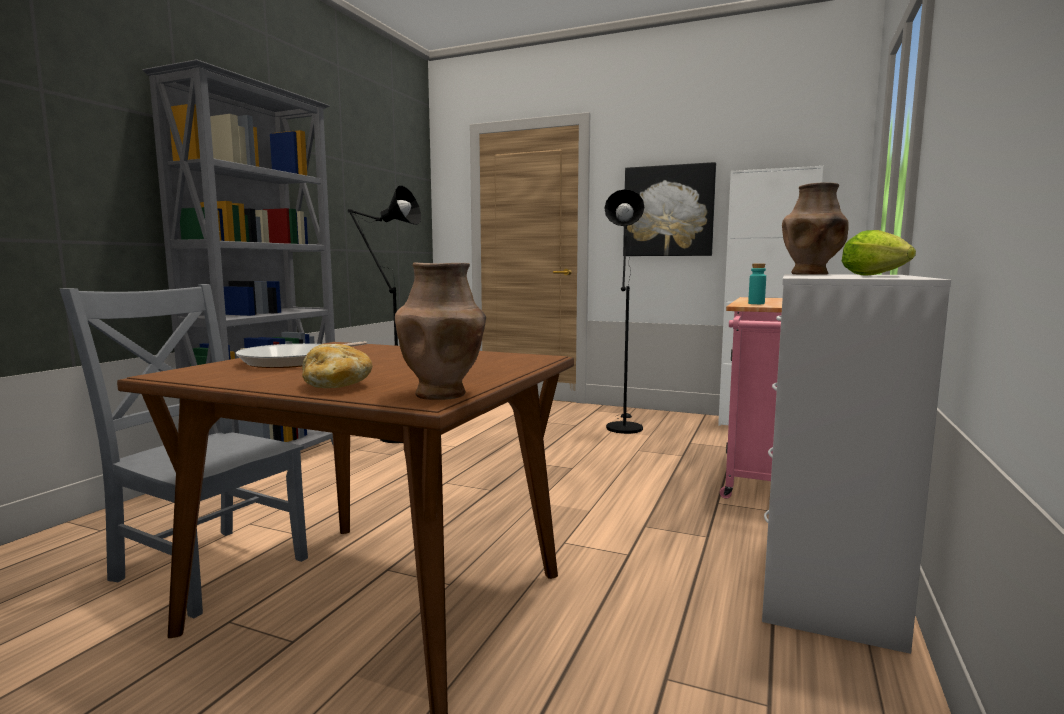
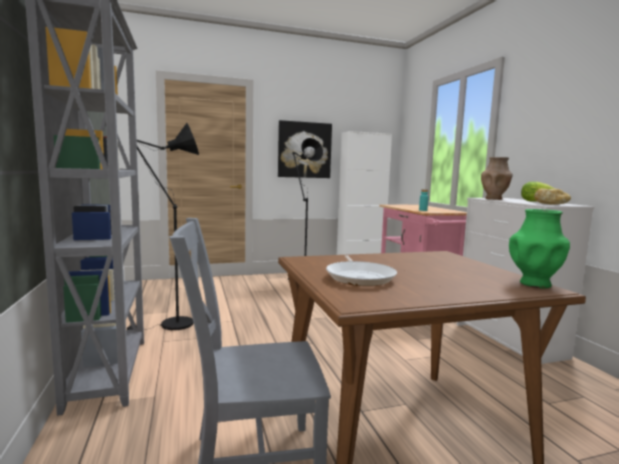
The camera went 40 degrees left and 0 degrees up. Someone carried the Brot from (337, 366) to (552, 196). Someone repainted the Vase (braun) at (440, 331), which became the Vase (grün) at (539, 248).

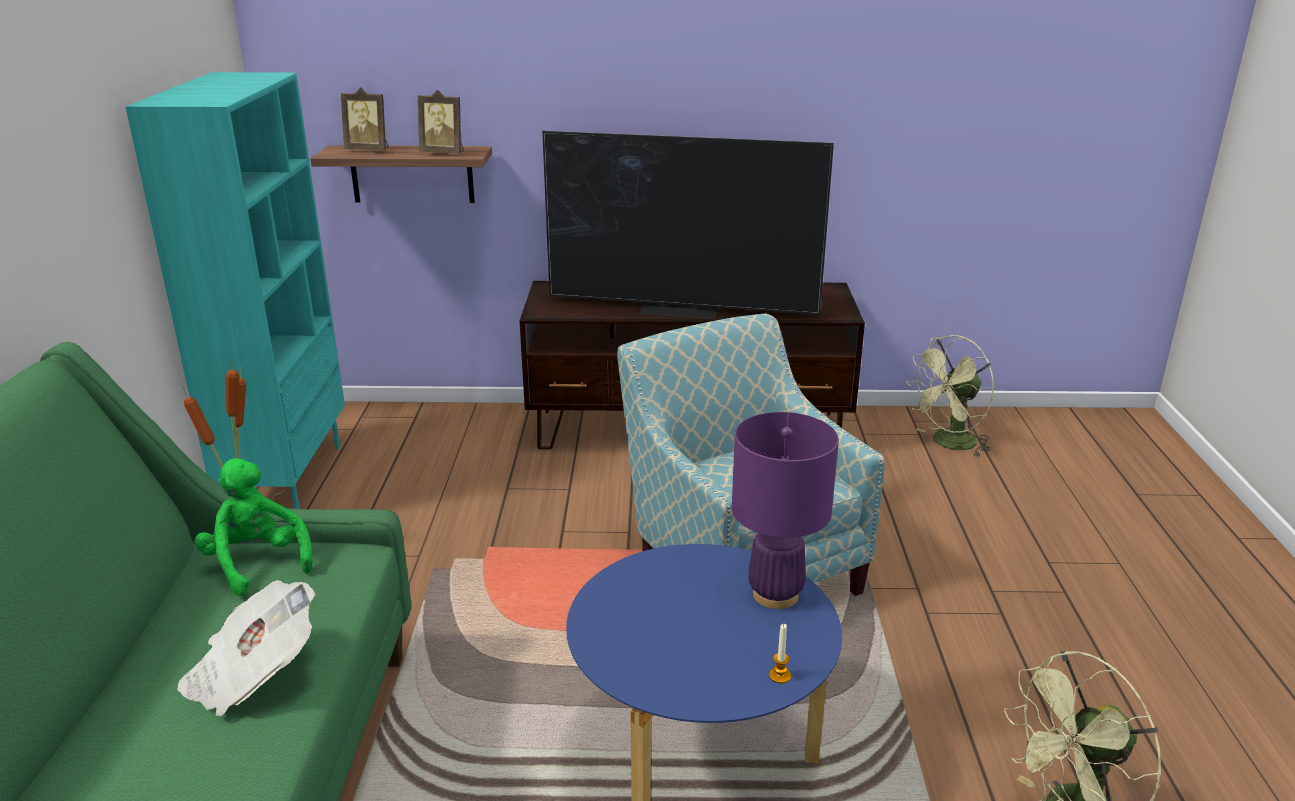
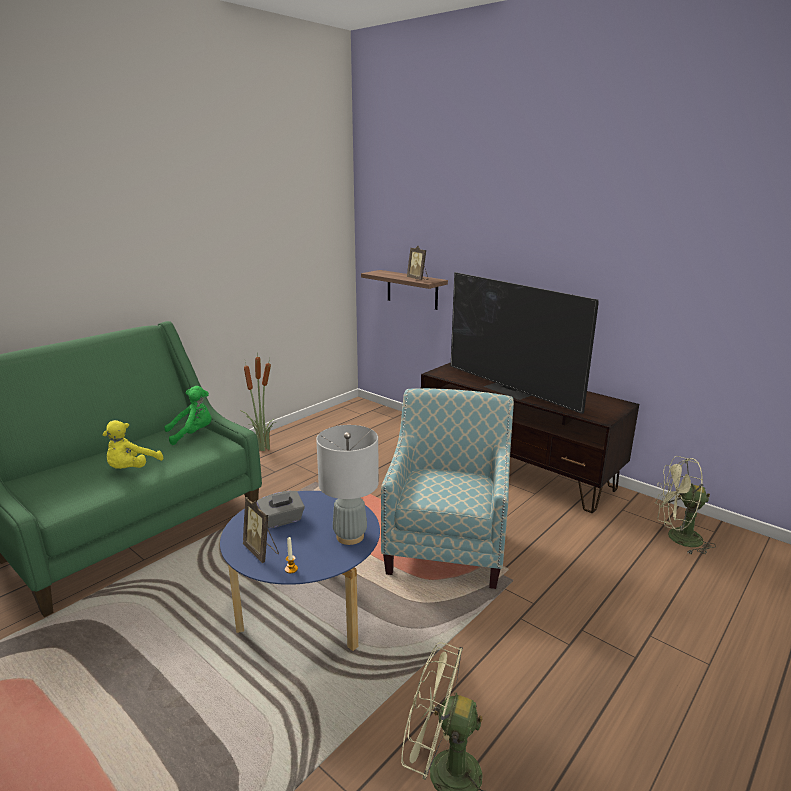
The camera went 40 degrees right and 5 degrees down. Someone took away the Bücherregal (türkis) at (235, 290). Someone swapped the Zeitung at (246, 648) for the Plüschtier (gelb) at (132, 444). Someone rotated the Plüschtier (grün) at (253, 527) by 60 degrees clockwise. Someone carried the Bilderrahmen from (364, 118) to (261, 530). Someone repainted the Tischlampe (lila) at (785, 510), which became the Tischlampe (grau) at (347, 485). Someone put down the Taschentuchbox (grau) at (281, 510).

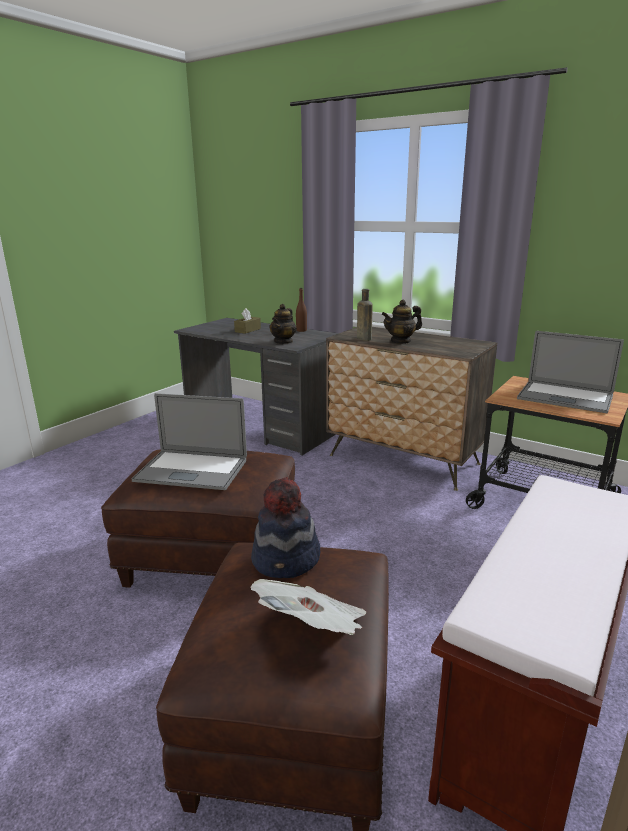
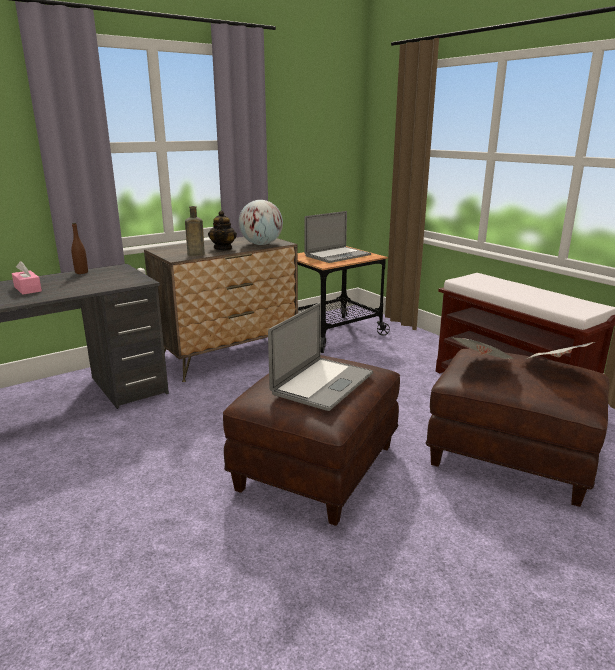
The camera went 70 degrees left and 0 degrees up. Someone repainted the Taschentuchbox (braun) at (247, 321), which became the Taschentuchbox (rosa) at (27, 278). Someone swapped the Hut at (285, 527) for the Zeitung at (482, 348). Someone took away the Teekanne at (283, 324). Someone put down the Globus at (261, 222).

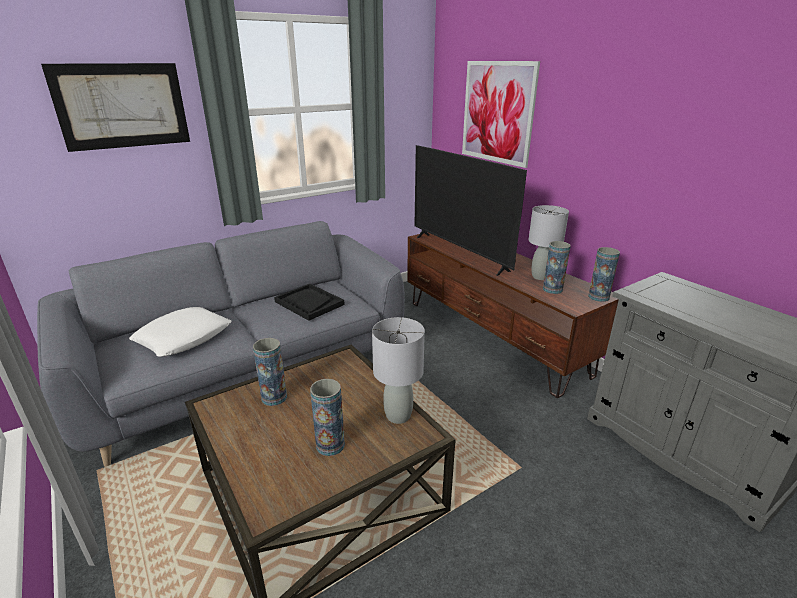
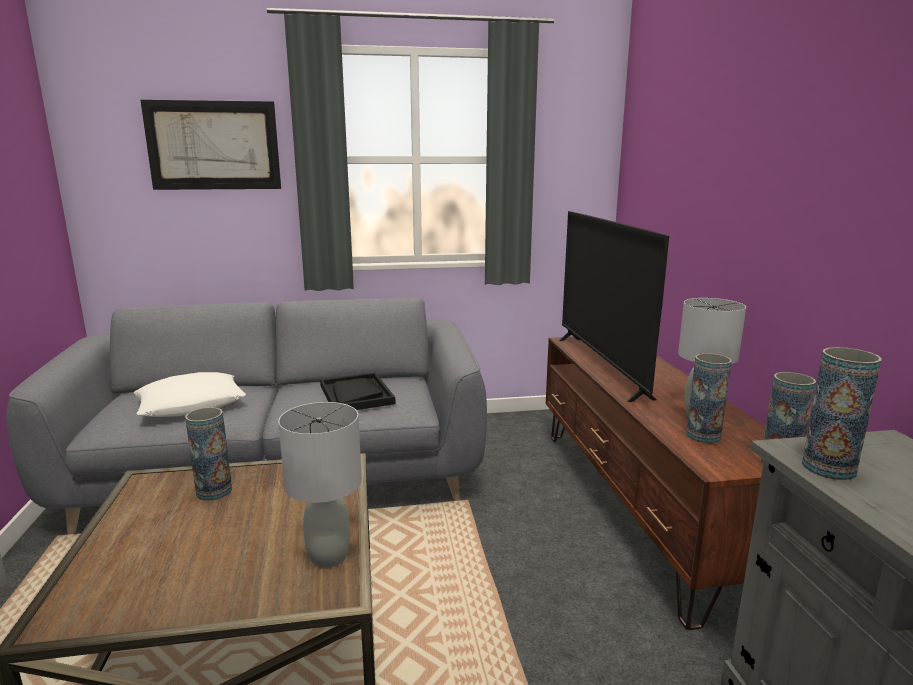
The camera went 25 degrees right and 10 degrees down. Someone carried the Vase from (327, 417) to (842, 413). Someone took away the Bild at (501, 114).

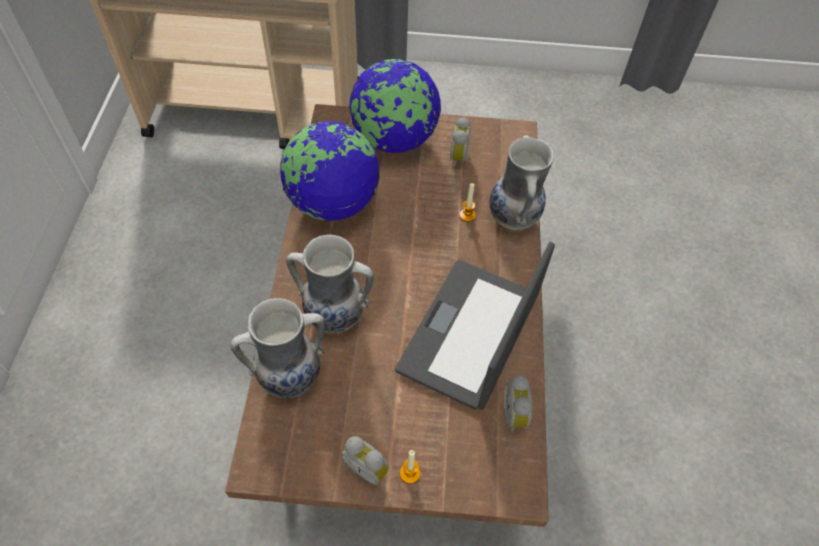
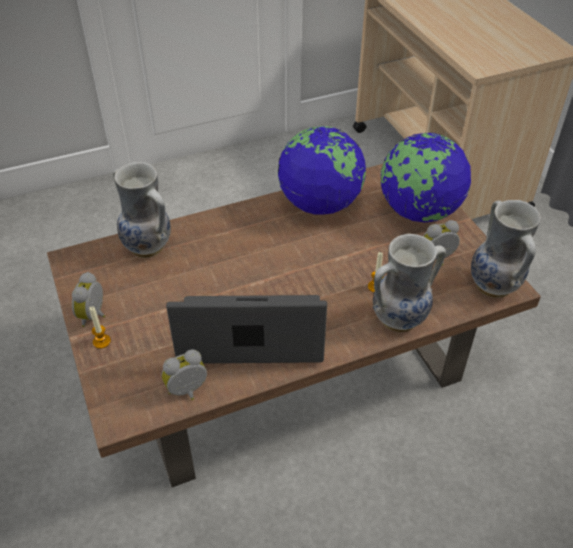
The camera went 65 degrees right and 10 degrees down. Someone carried the Vase from (330, 284) to (506, 249).

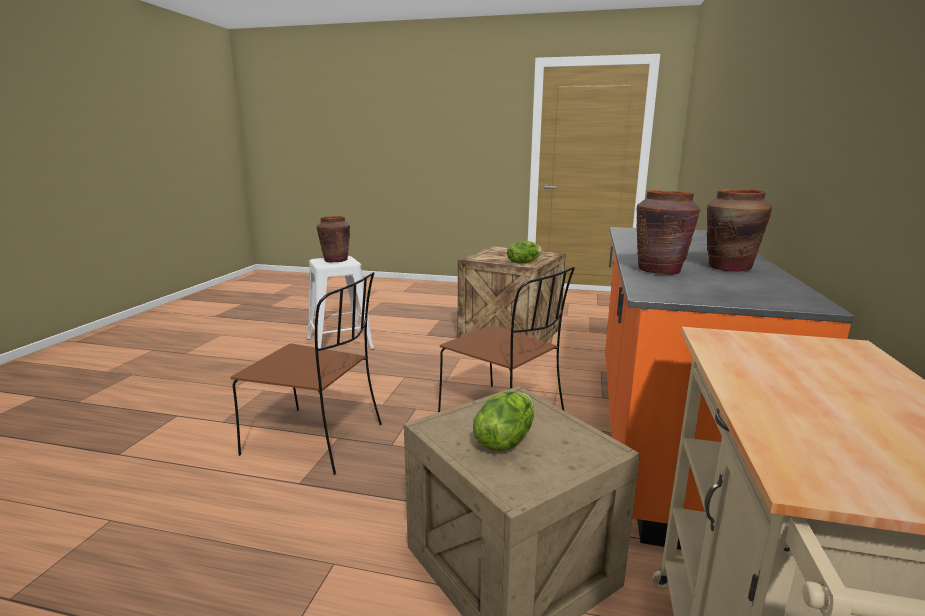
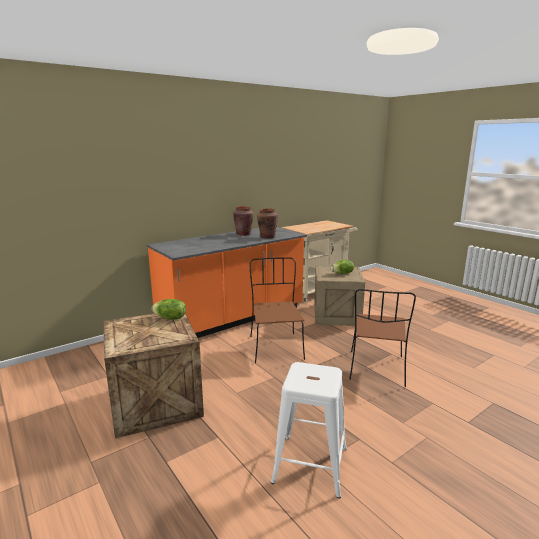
The camera went 140 degrees left and 0 degrees up. Someone rotated the Stuhl (braun) at (306, 373) by 135 degrees counterclockwise. Someone took away the Vase (braun) at (333, 239).

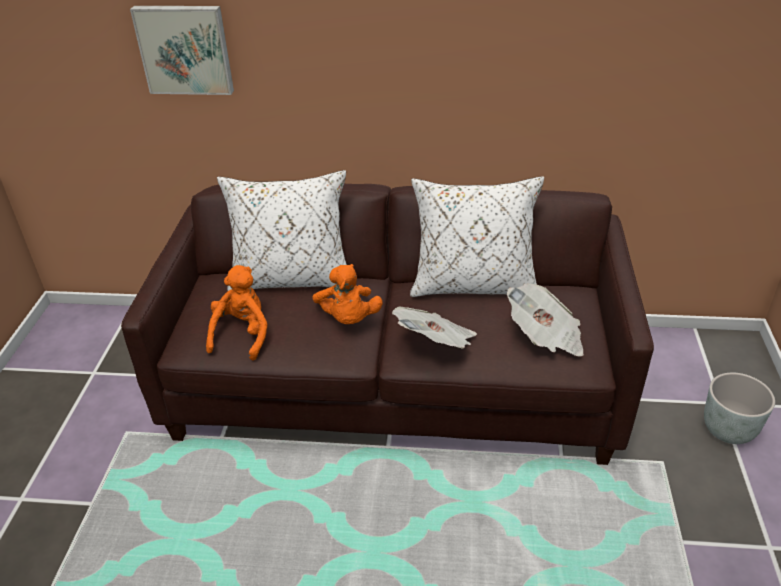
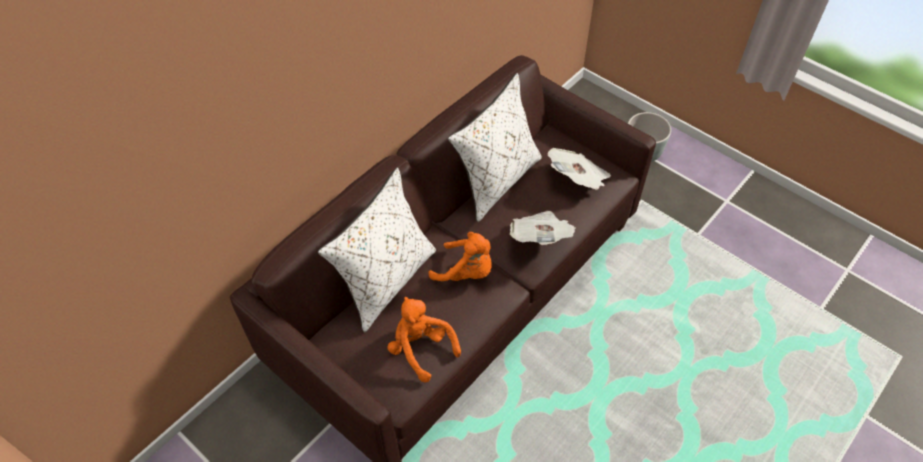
The camera went 55 degrees left and 15 degrees up. Someone took away the Bild at (182, 50).

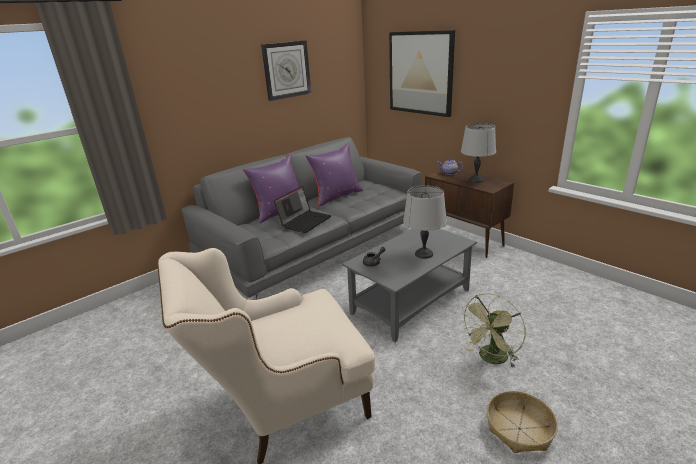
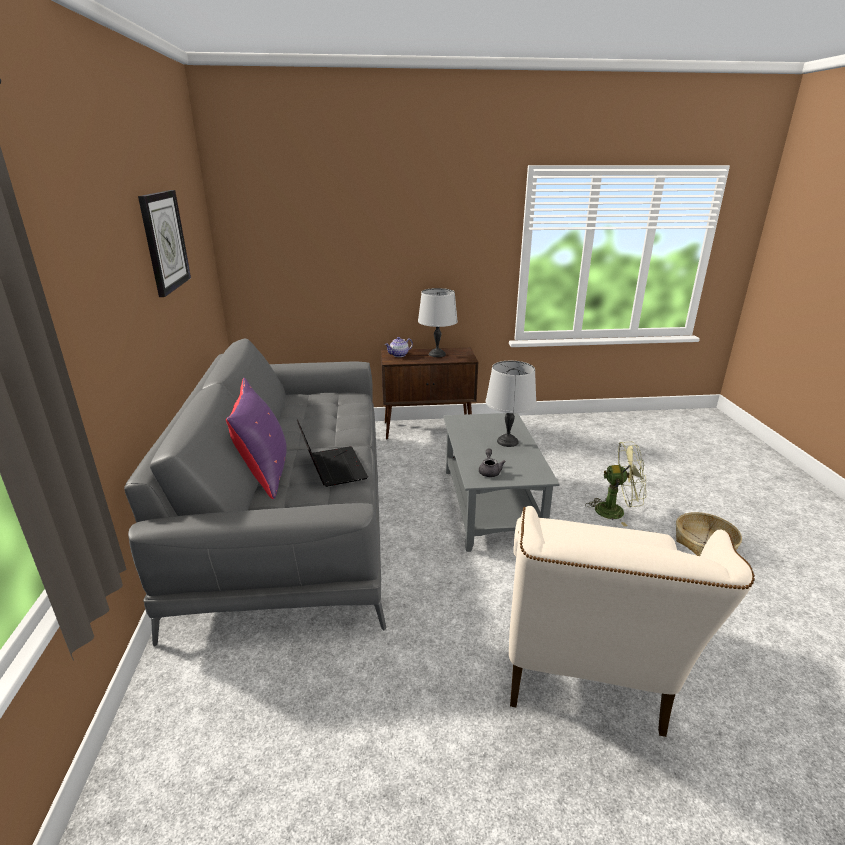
The camera went 55 degrees left and 0 degrees up. Someone took away the Kissen (lila) at (334, 174). Someone took away the Bild at (422, 73). Someone rotated the Ventilator (grün) at (492, 330) by 75 degrees counterclockwise.

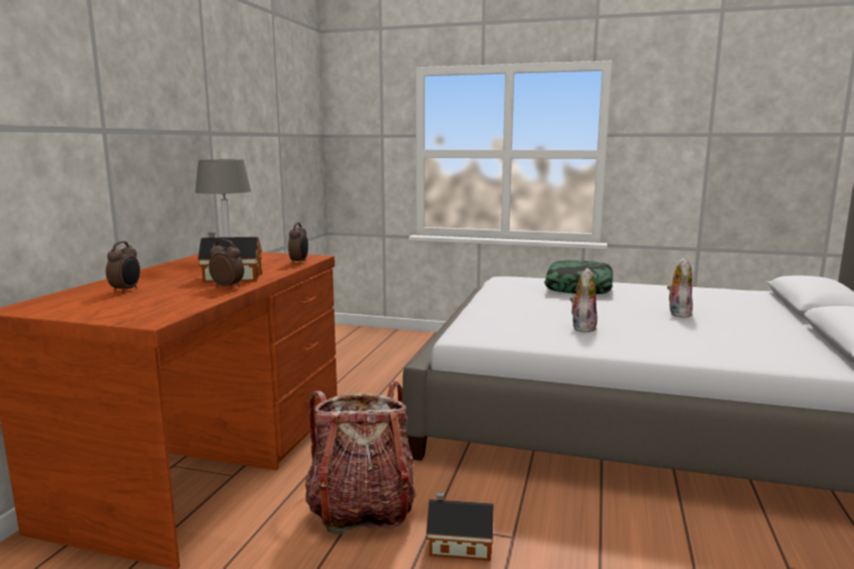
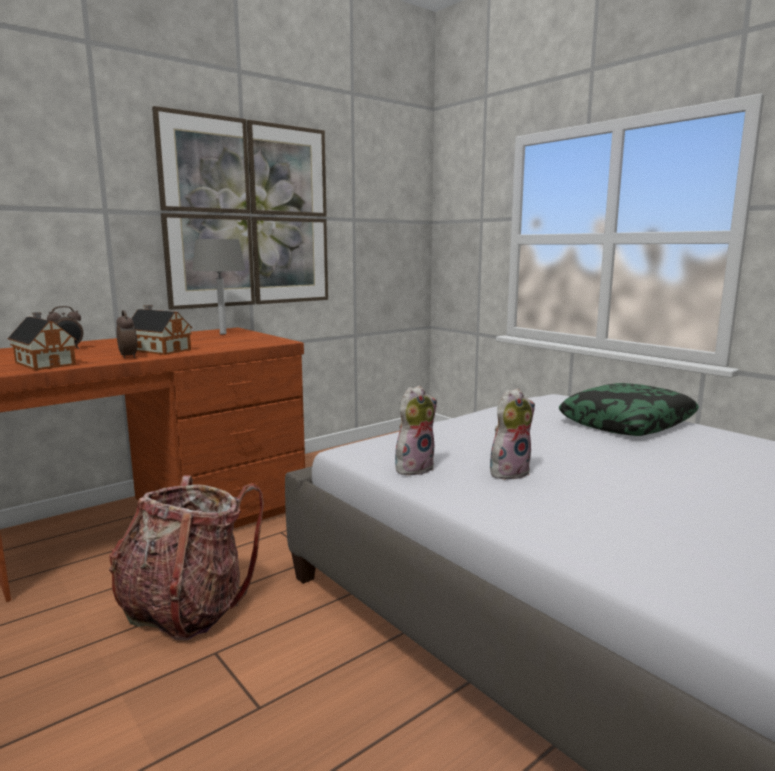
The camera went 35 degrees right and 0 degrees up. Someone took away the Wecker at (298, 243). Someone carried the Spielzeughaus from (460, 526) to (42, 341). Someone carried the Plüschtier from (680, 288) to (416, 430). Someone put up the Bild at (240, 208).

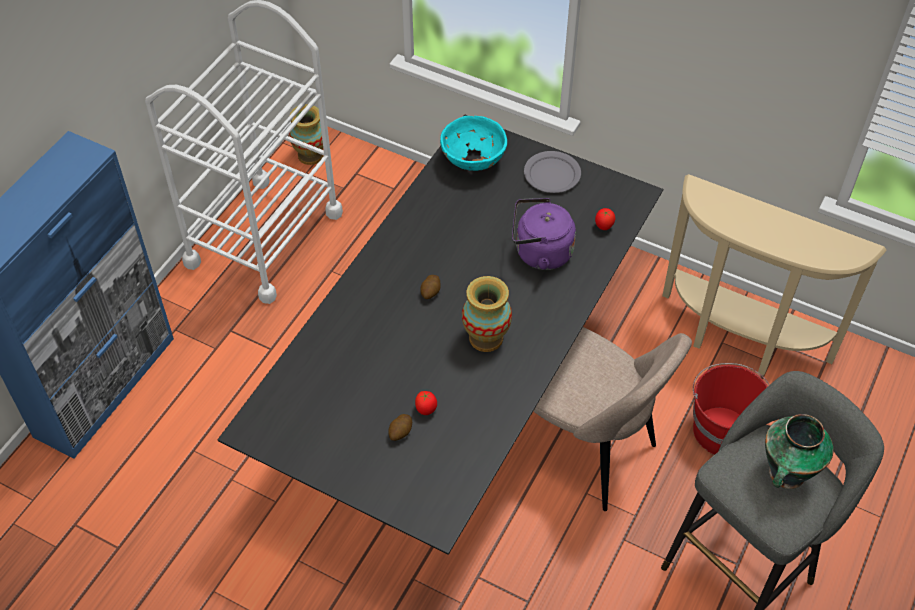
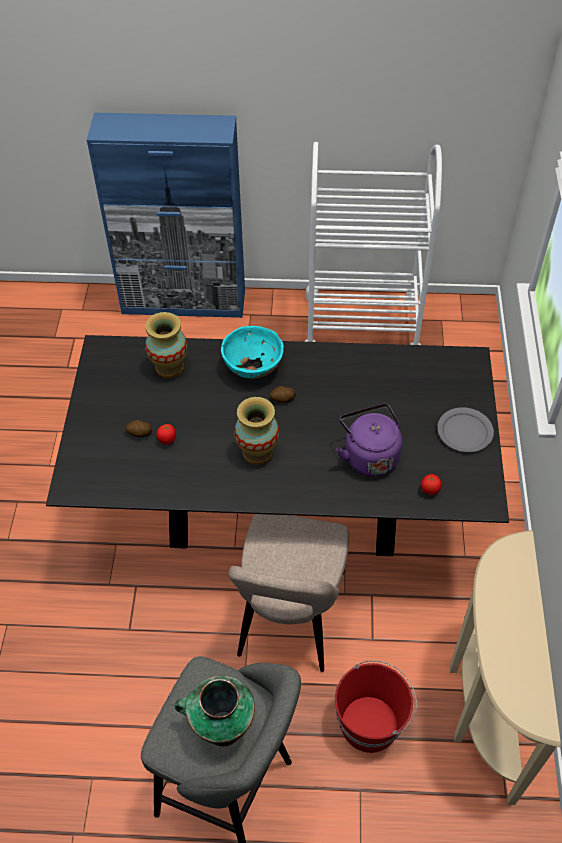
The camera went 65 degrees right and 0 degrees up. Someone carried the Vase from (306, 134) to (166, 345). Someone carried the Schüssel (türkis) from (473, 143) to (252, 352).

